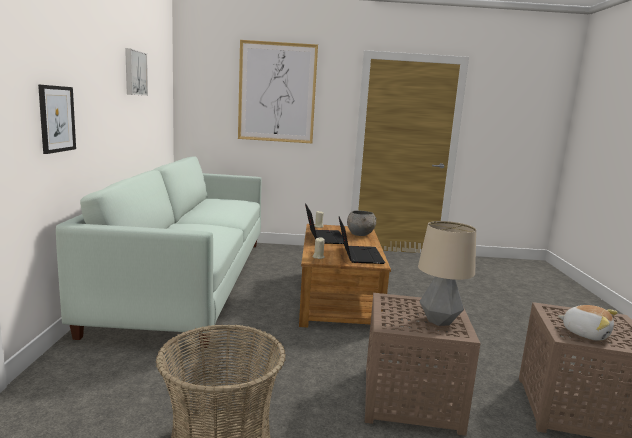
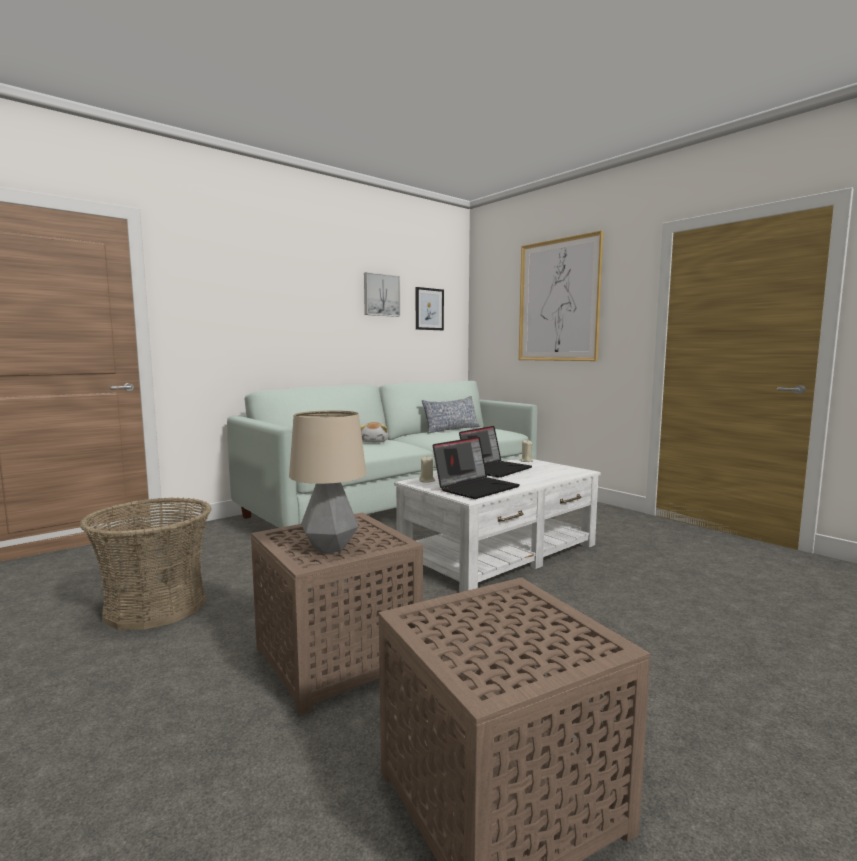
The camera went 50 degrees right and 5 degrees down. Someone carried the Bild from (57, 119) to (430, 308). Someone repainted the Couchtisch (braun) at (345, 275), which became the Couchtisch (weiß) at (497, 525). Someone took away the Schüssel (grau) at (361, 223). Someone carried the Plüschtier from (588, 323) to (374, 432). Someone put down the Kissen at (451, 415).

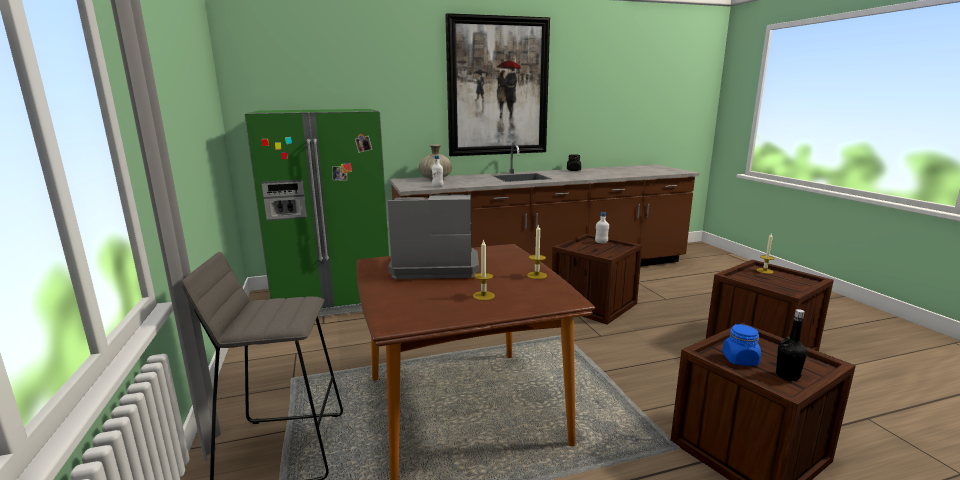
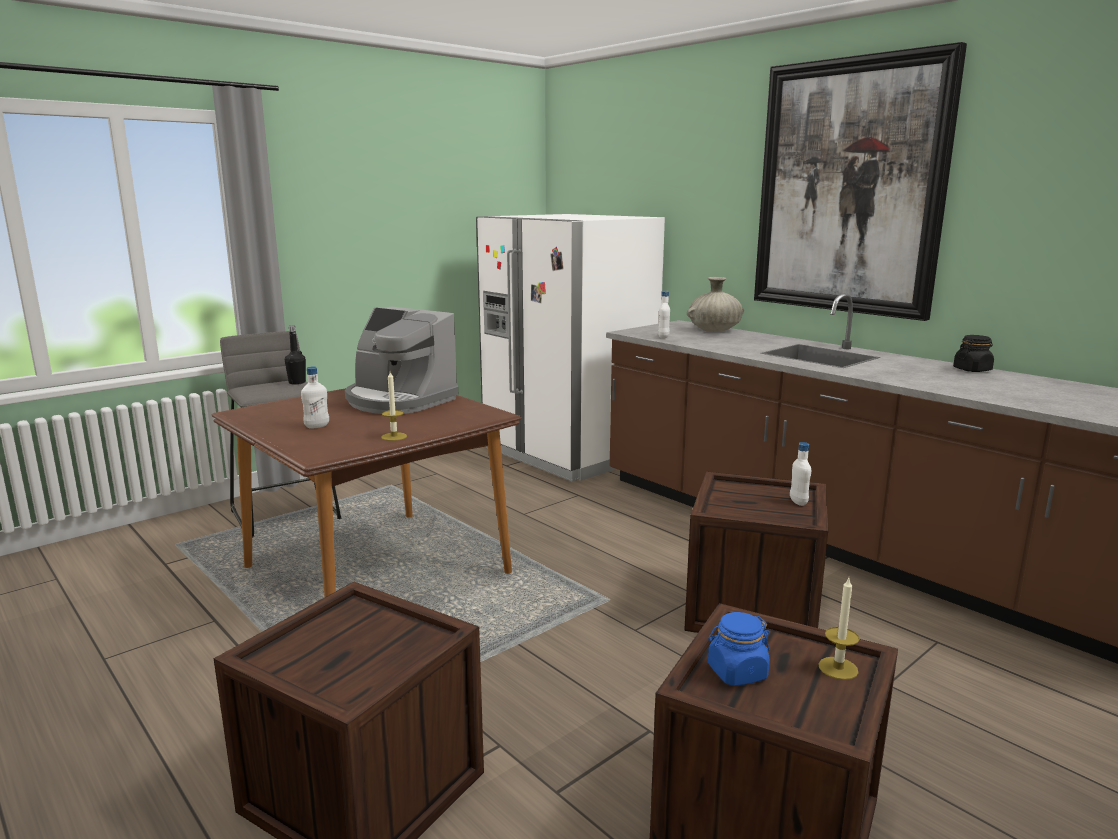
The camera went 65 degrees right and 0 degrees up. Someone repainted the Kühlschrank (grün) at (316, 213), which became the Kühlschrank (weiß) at (570, 347). Someone rotated the Kaffeemaschine at (433, 236) by 150 degrees clockwise. Someone swapped the Kerze at (484, 269) for the Flasche (weiß) at (315, 397). Someone carried the Vorratsglas (blau) from (741, 345) to (739, 649). Someone carried the Flasche (schwarz) from (791, 345) to (295, 355).

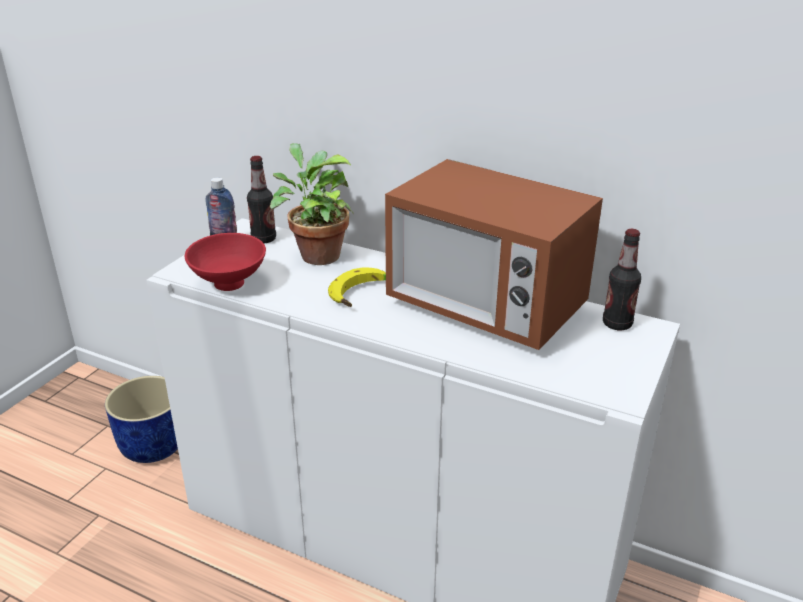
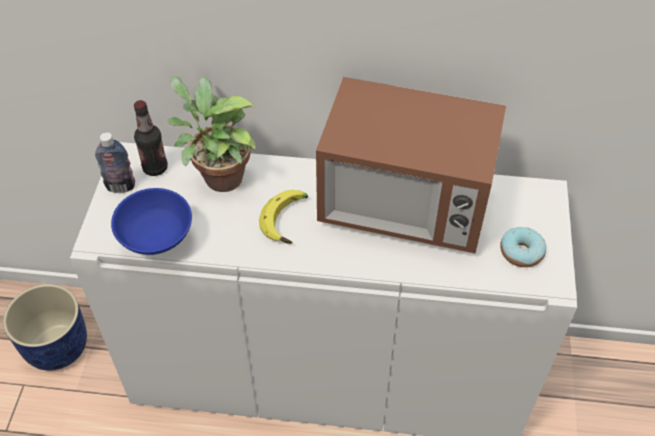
The camera went 20 degrees left and 20 degrees up. Someone repainted the Schüssel (rot) at (225, 262), which became the Schüssel (blau) at (151, 221). Someone took away the Flasche at (622, 279). Someone put down the Donut at (523, 247).

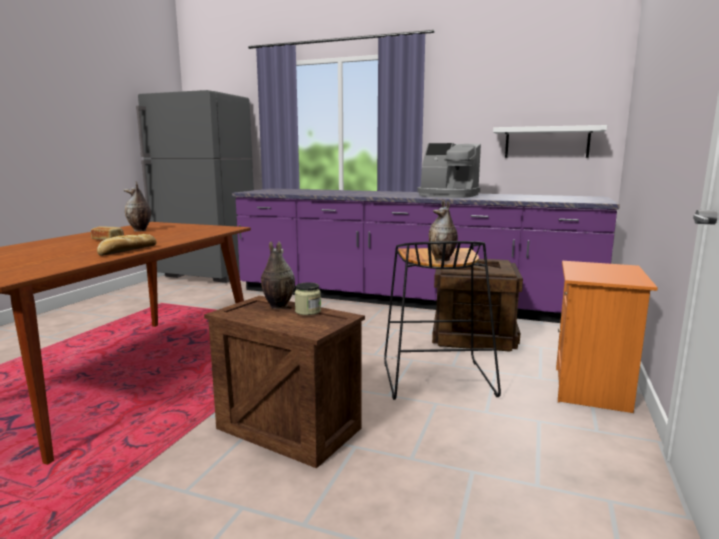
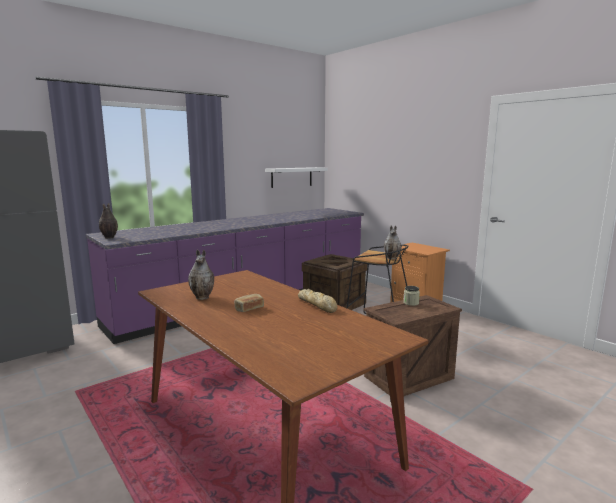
The camera went 60 degrees left and 0 degrees up. Someone carried the Vase from (278, 275) to (108, 221). Someone took away the Kaffeemaschine at (449, 170).

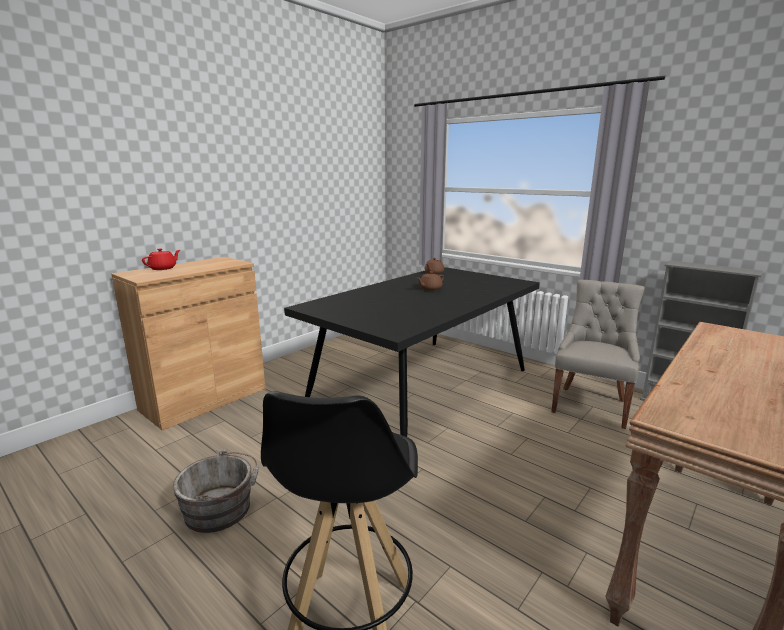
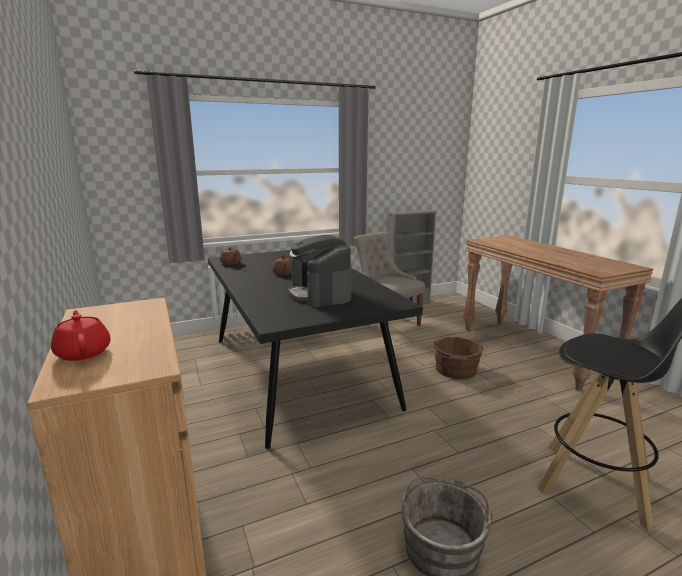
The camera went 65 degrees left and 0 degrees up. Someone put down the Kaffeemaschine at (320, 271). Someone put down the Eimer (braun) at (458, 358).

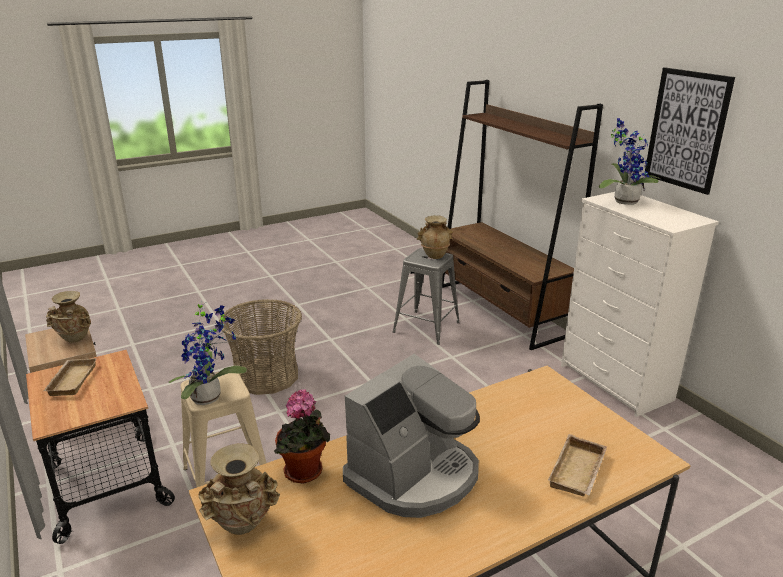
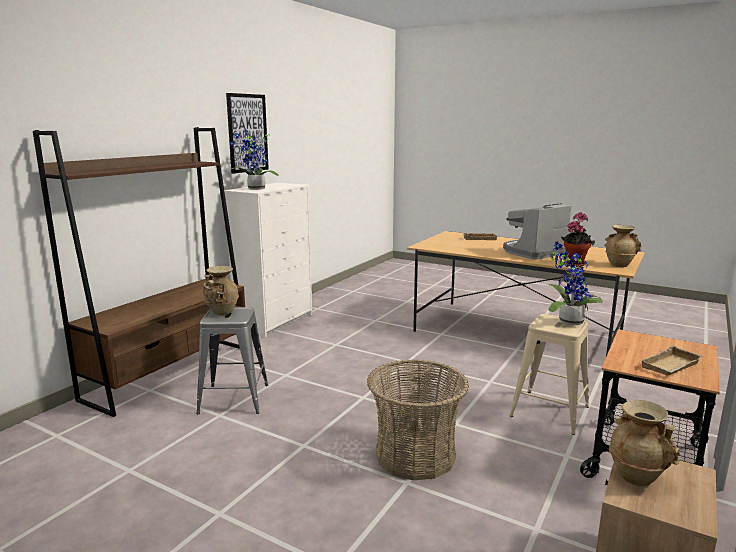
The camera went 120 degrees left and 10 degrees down. Someone rotated the Kaffeemaschine at (411, 436) by 45 degrees counterclockwise.

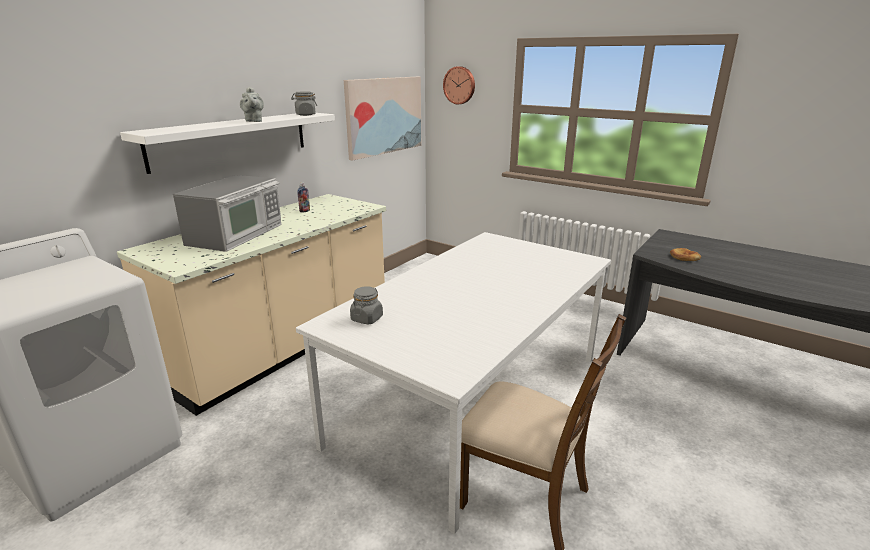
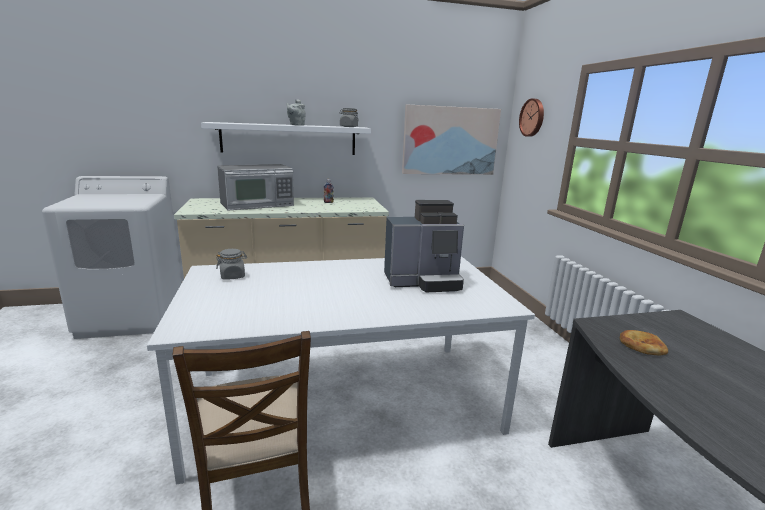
The camera went 40 degrees right and 5 degrees down. Someone put down the Kaffeemaschine at (424, 246).

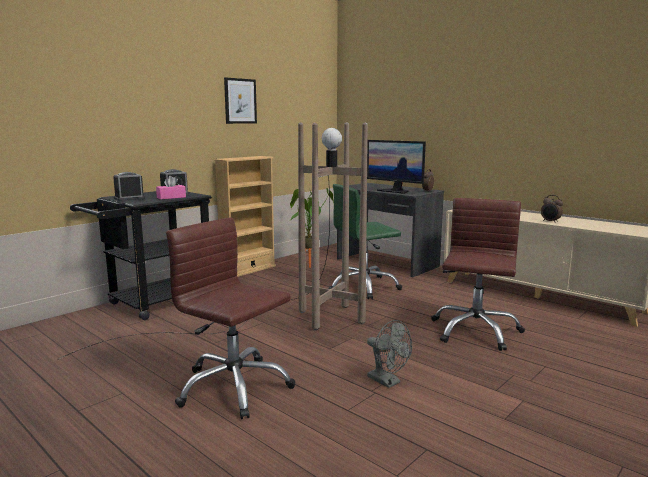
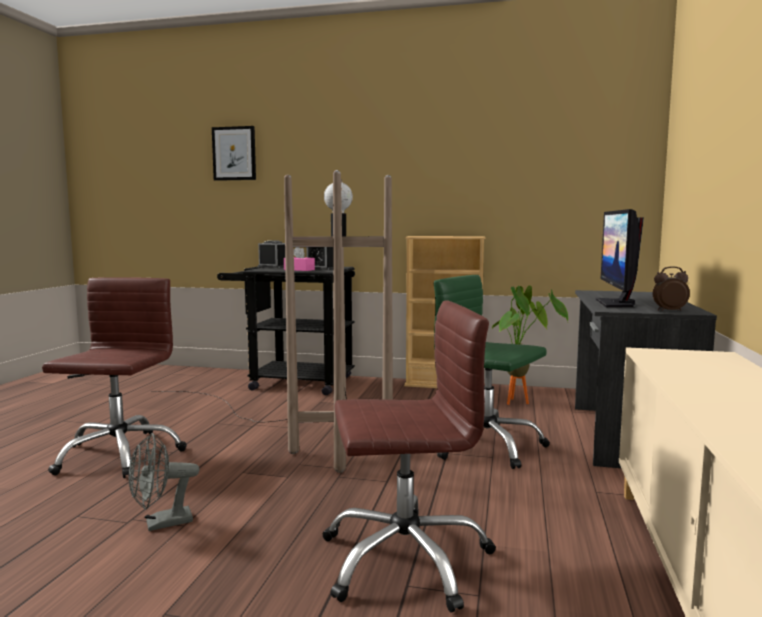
The camera went 60 degrees right and 5 degrees down. Someone carried the Bild from (240, 100) to (234, 153). Someone rotated the Ventilator (grau) at (389, 354) by 45 degrees clockwise. Someone took away the Wecker at (552, 209).

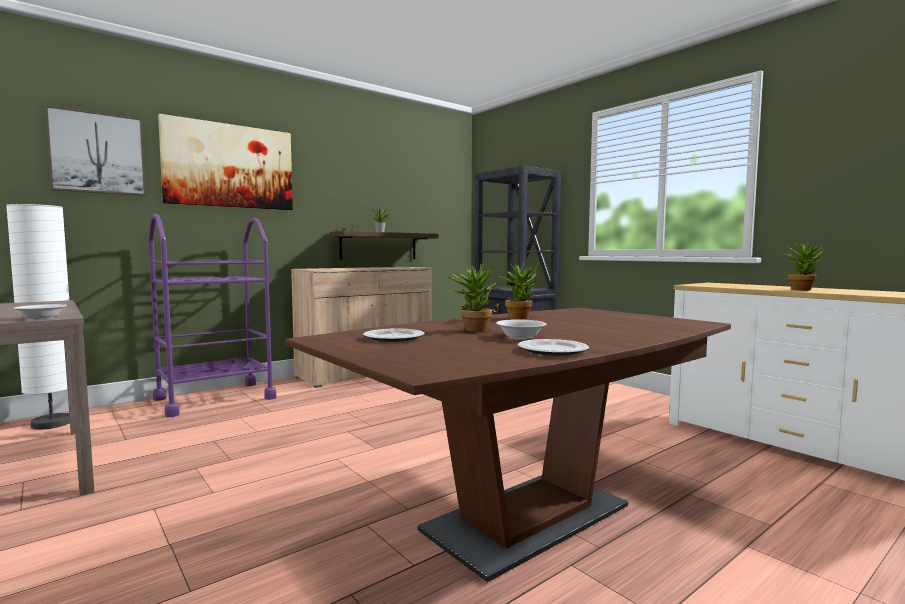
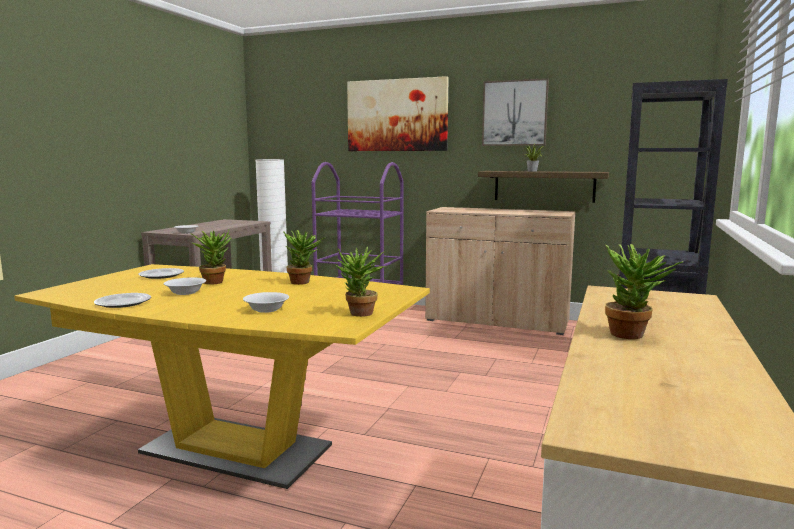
The camera went 60 degrees right and 5 degrees up. Someone carried the Bild from (95, 150) to (515, 112). Someone repainted the Esstisch (braun) at (508, 445), which became the Esstisch (gelb) at (222, 376). Someone put down the Schüssel (weiß) at (266, 302). Someone put down the Topfpflanze at (360, 282).

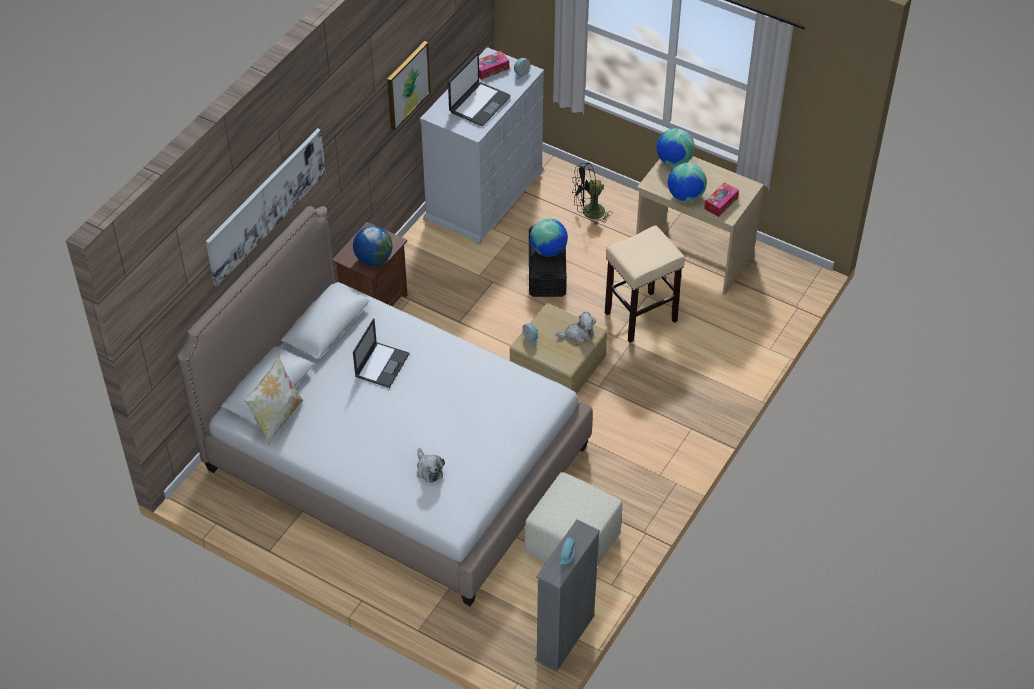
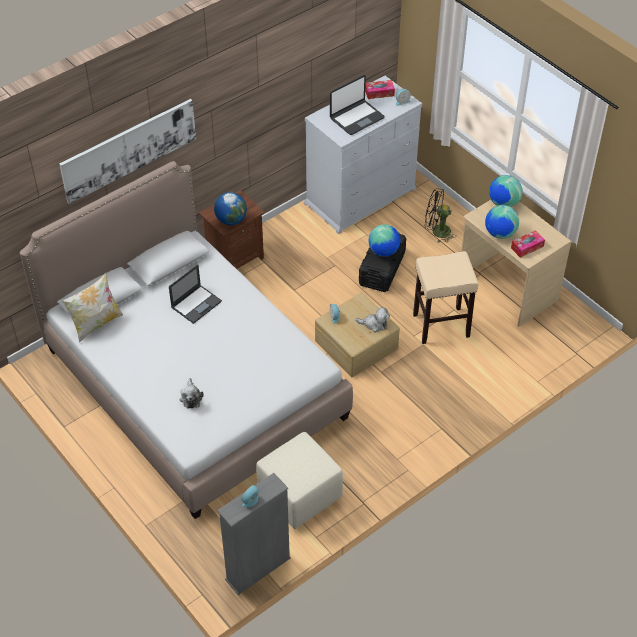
The camera went 20 degrees right and 0 degrees up. Someone took away the Bild at (409, 86).

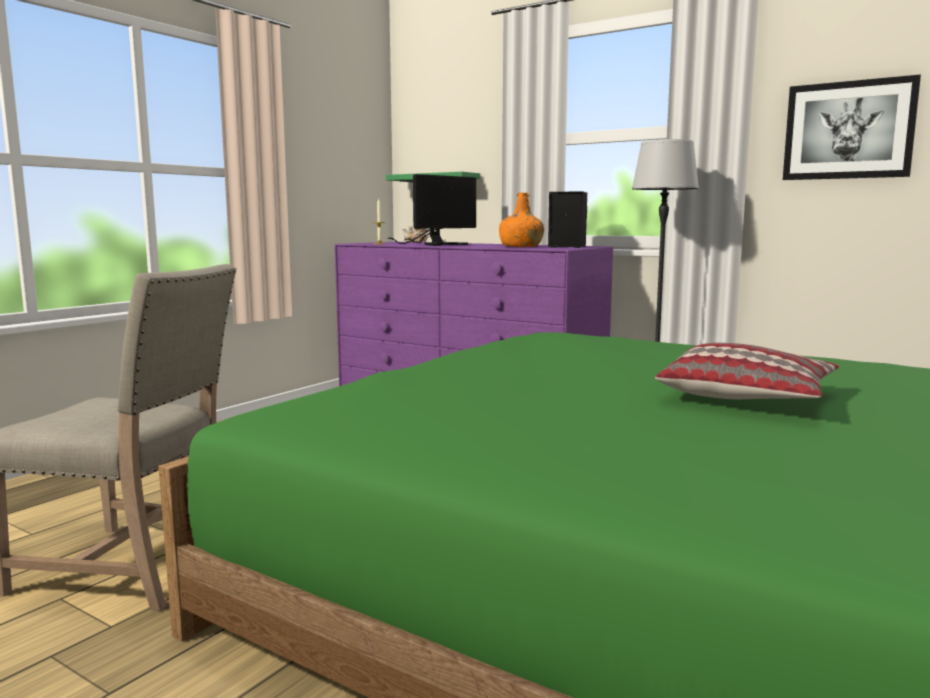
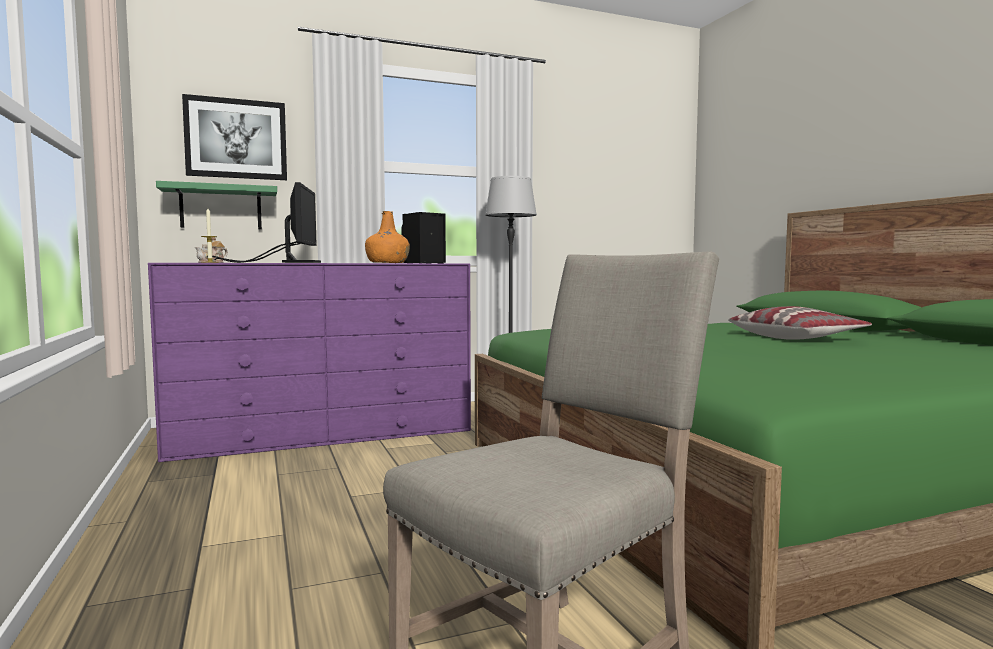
The camera went 55 degrees left and 5 degrees down. Someone carried the Bild from (852, 127) to (234, 137).

